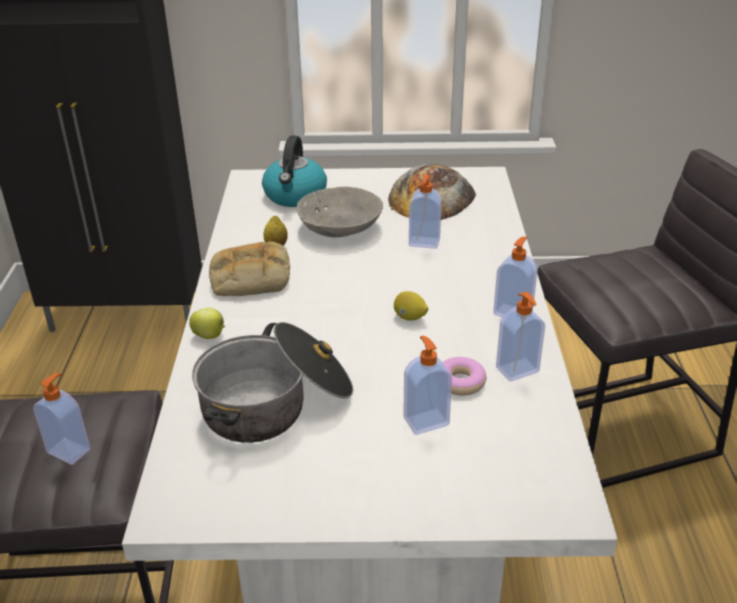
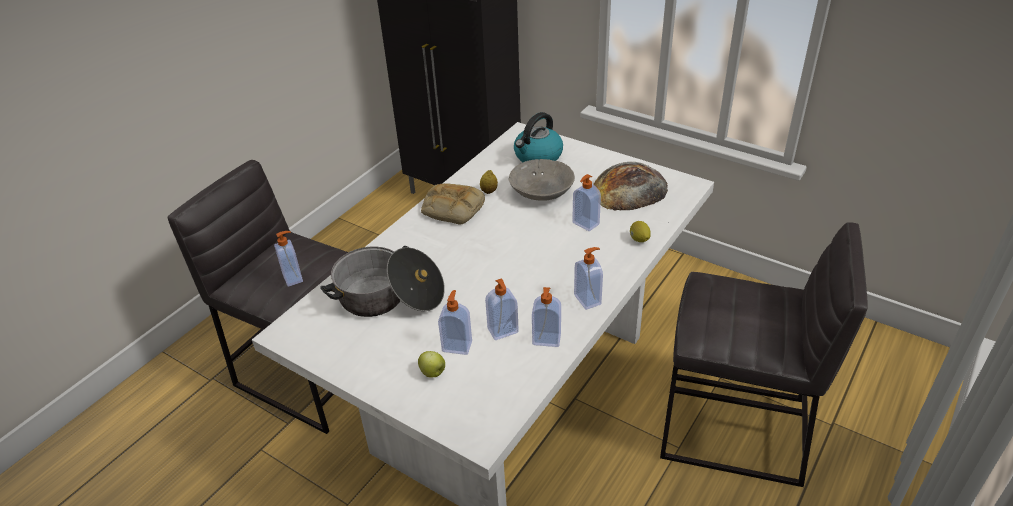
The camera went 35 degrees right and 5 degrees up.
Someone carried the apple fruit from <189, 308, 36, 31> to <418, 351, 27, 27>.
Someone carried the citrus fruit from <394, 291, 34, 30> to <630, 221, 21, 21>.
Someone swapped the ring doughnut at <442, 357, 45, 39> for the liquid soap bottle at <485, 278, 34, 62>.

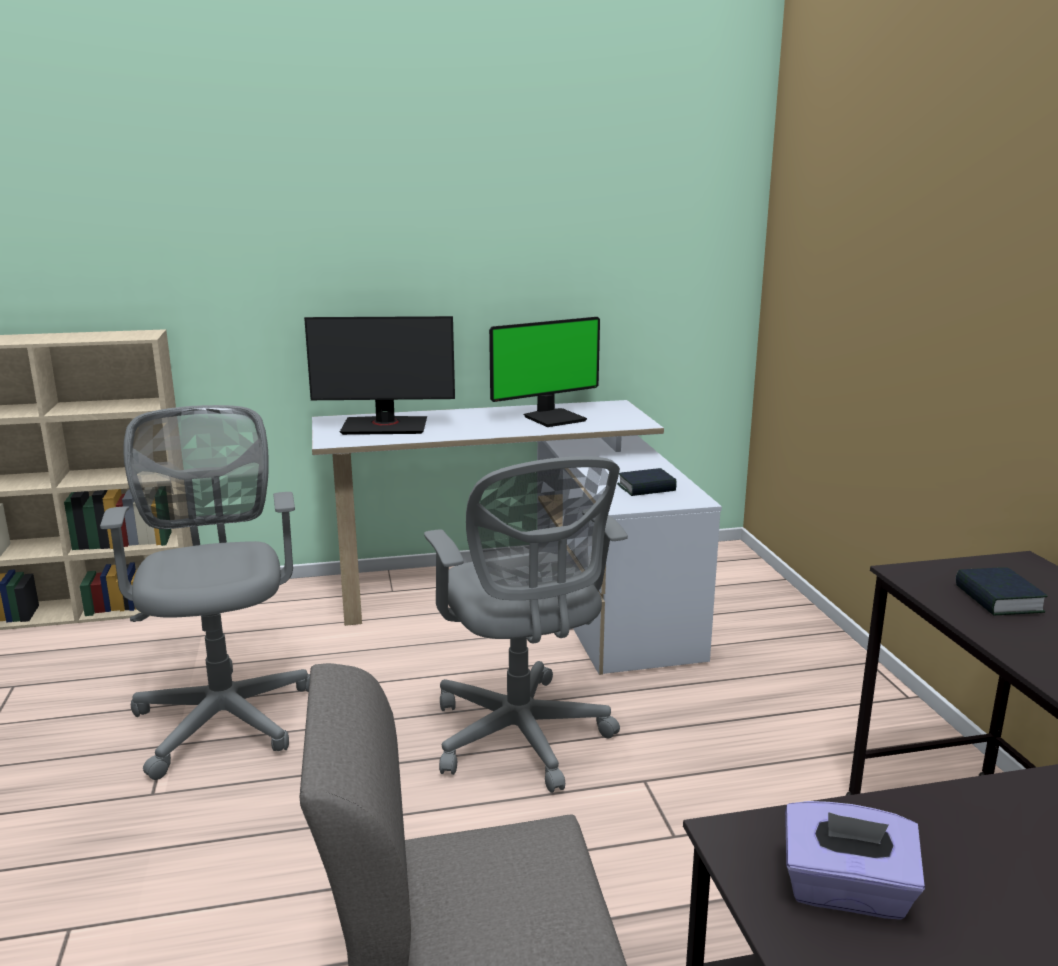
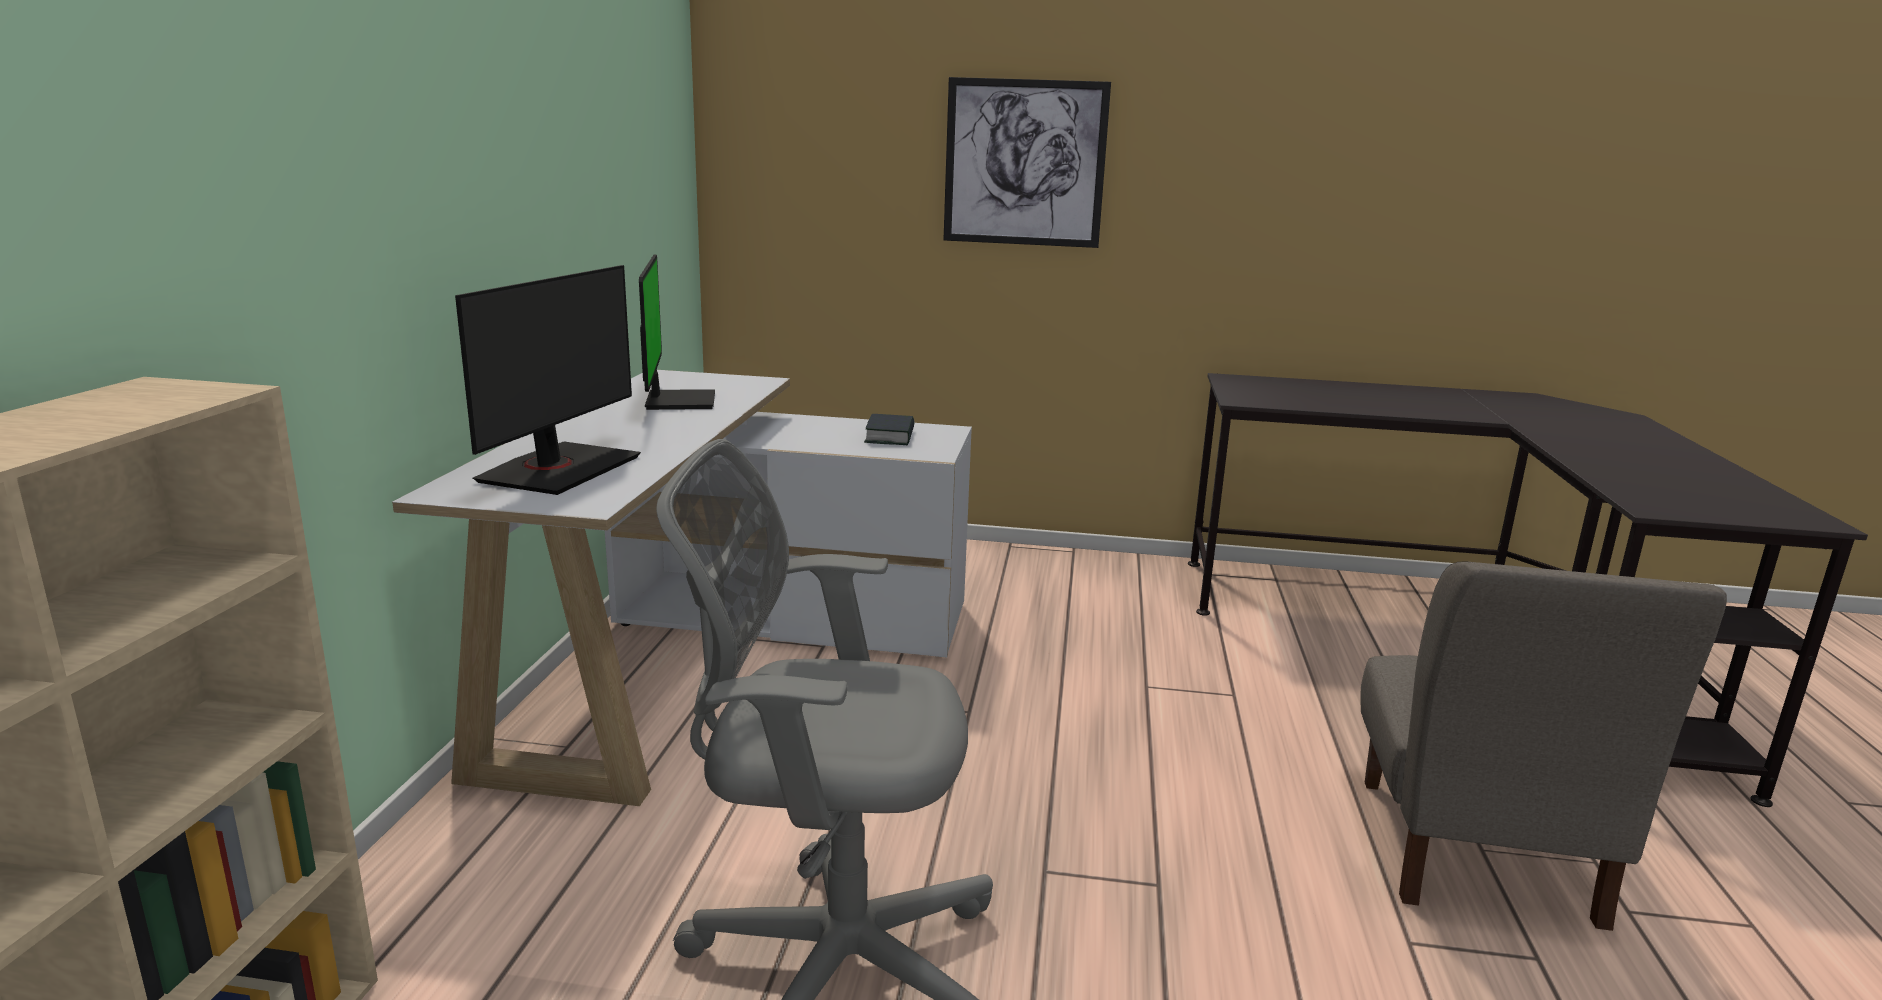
The camera went 70 degrees left and 0 degrees up.
Someone took away the greyish office chair at <424, 456, 204, 337>.
Someone took away the purple box of tissues at <785, 801, 140, 119>.
Someone took away the bound book at <956, 567, 92, 49>.
Someone put up the wall picture at <943, 77, 168, 171>.

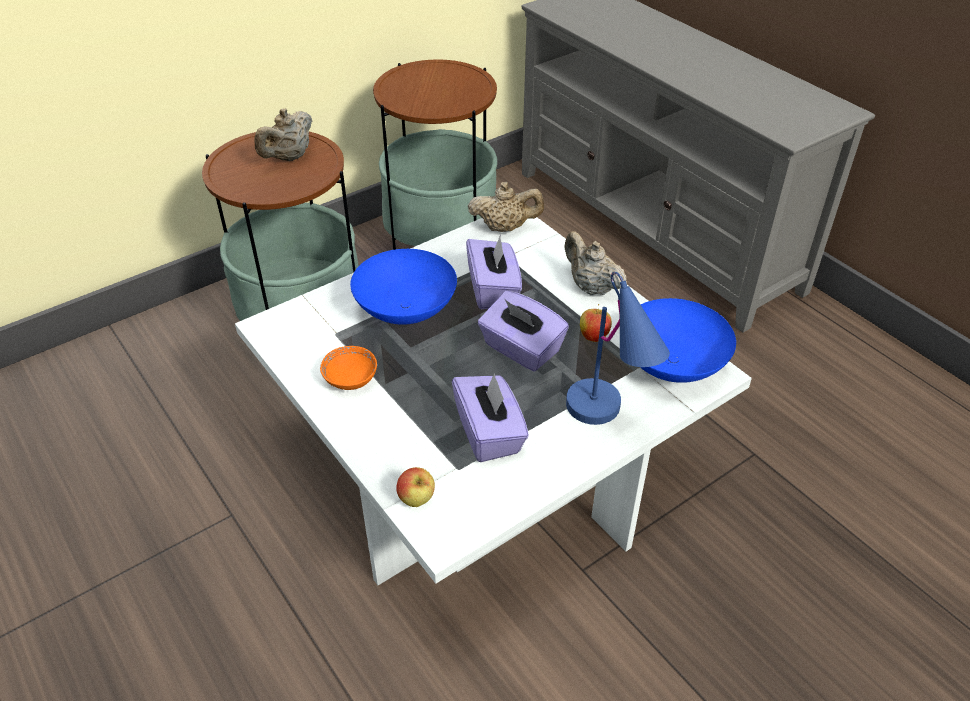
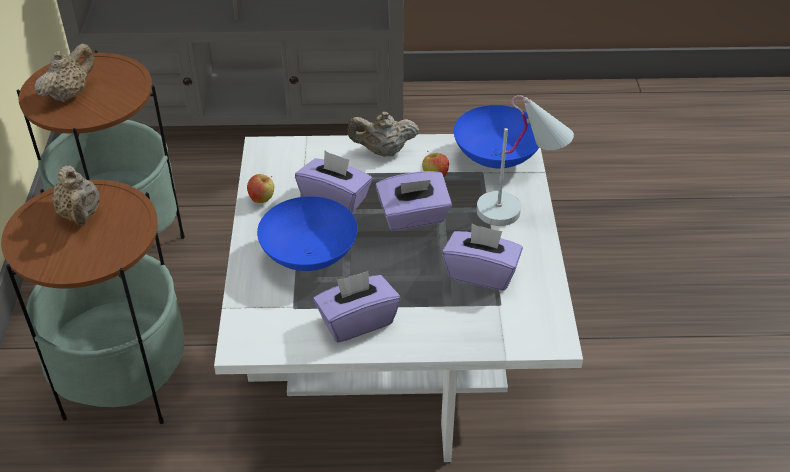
The camera went 55 degrees left and 0 degrees up.
Someone swapped the orange serving bowl at <320, 346, 57, 44> for the purple box of tissues at <313, 271, 87, 72>.
Someone carried the apple fruit from <396, 467, 39, 40> to <247, 174, 27, 29>.
Someone carried the beige-coloured pot for tea from <468, 182, 76, 50> to <35, 43, 60, 59>.
Someone repainted the blue table lamp at <566, 272, 104, 153>, which became the whitish table lamp at <477, 95, 97, 131>.

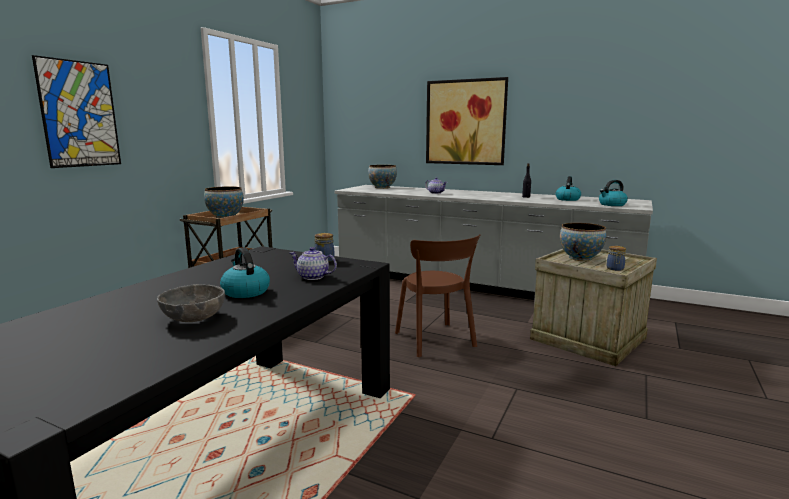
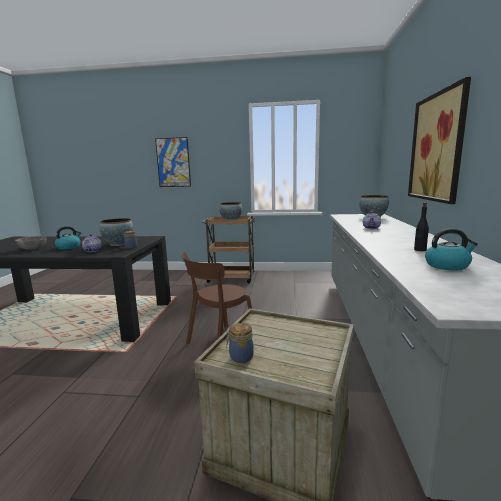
The camera went 70 degrees right and 0 degrees up.
Someone carried the serving bowl from <560, 223, 46, 38> to <99, 218, 34, 28>.
Someone took away the kettle at <599, 180, 29, 26>.

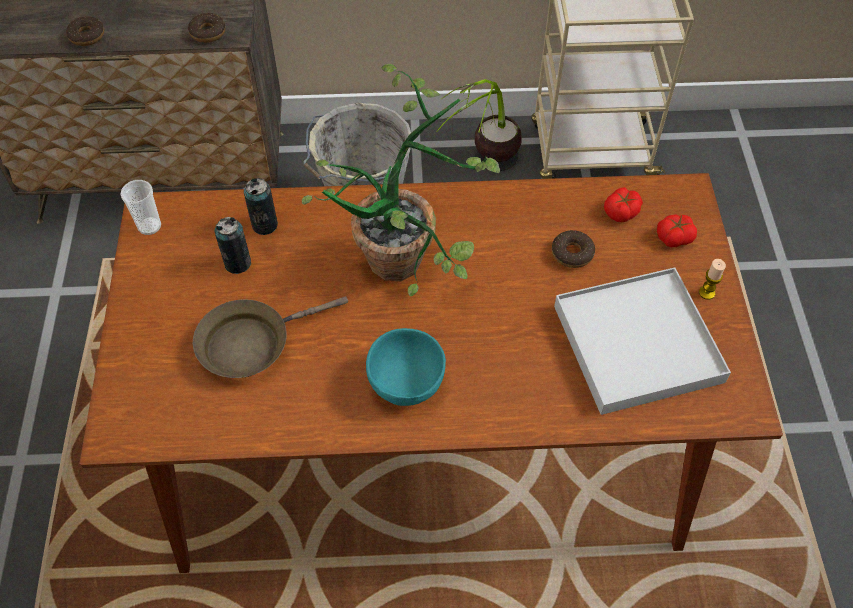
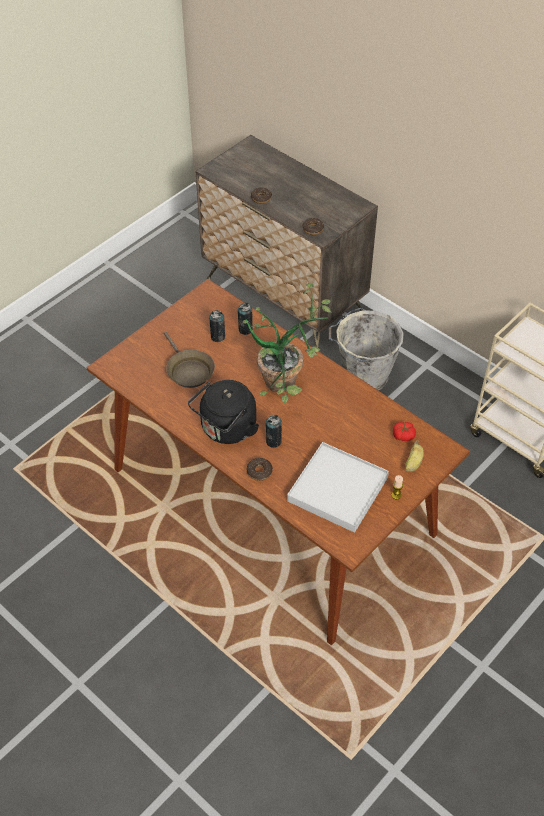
The camera went 45 degrees right and 5 degrees down.
Someone took away the small cup at <120, 180, 41, 55>.
Someone rotated the brown-coloured frying pan at <193, 296, 155, 82> by 135 degrees counterclockwise.
Someone swapped the turquoise serving bowl at <366, 328, 80, 78> for the black kettle at <188, 380, 71, 64>.
Someone took away the potted plant at <436, 79, 86, 92>.
Someone carried the ring doughnut from <552, 230, 43, 38> to <247, 458, 26, 23>.
Someone swapped the fresh tomato at <657, 214, 40, 33> for the banana fruit at <405, 440, 19, 32>.
Someone put down the sealed can at <266, 415, 16, 33>.

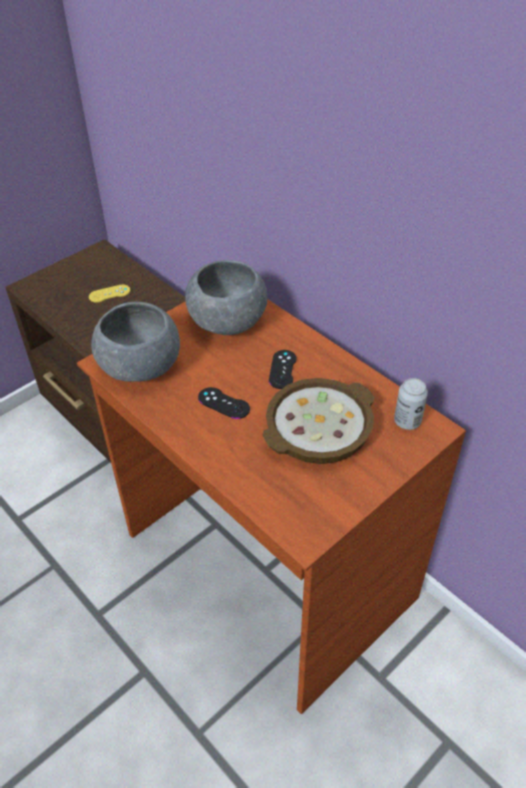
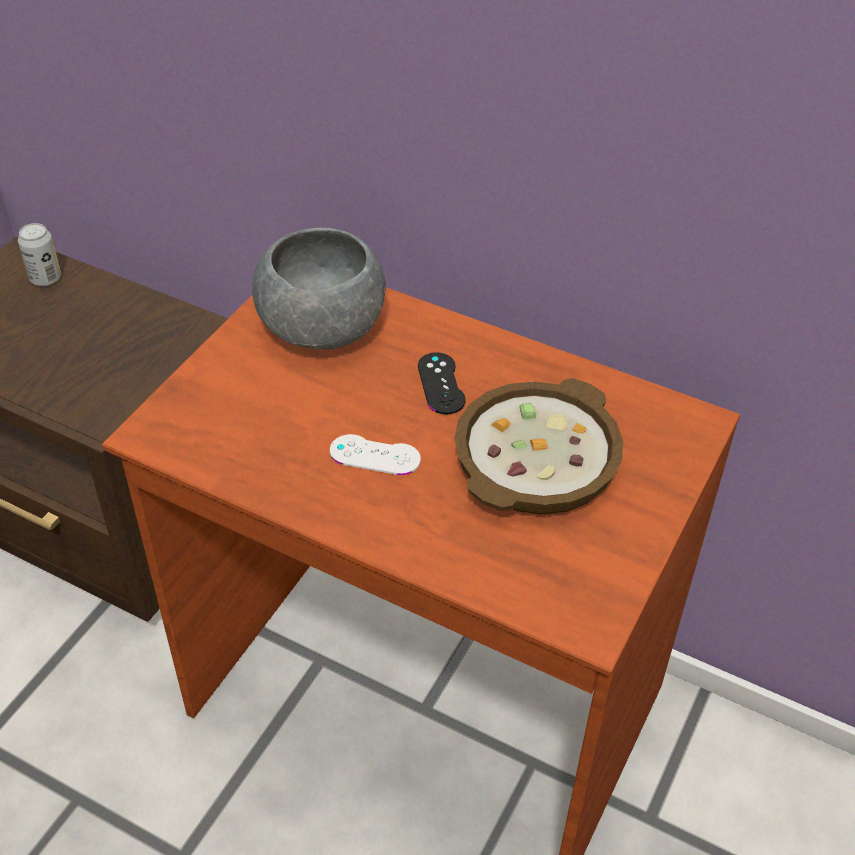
The camera went 20 degrees left and 0 degrees up.
Someone took away the yellowish joypad at <89, 285, 41, 17>.
Someone took away the greyish serving bowl at <91, 302, 89, 80>.
Someone repainted the black joypad at <198, 387, 52, 32>, which became the whitish joypad at <330, 434, 91, 41>.
Someone carried the sealed can from <394, 378, 34, 52> to <18, 223, 43, 63>.

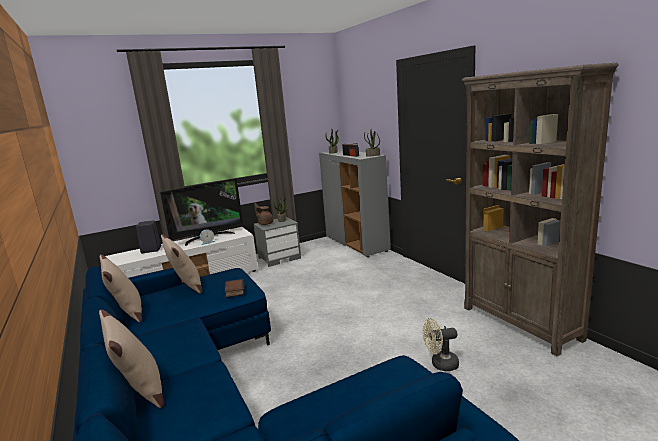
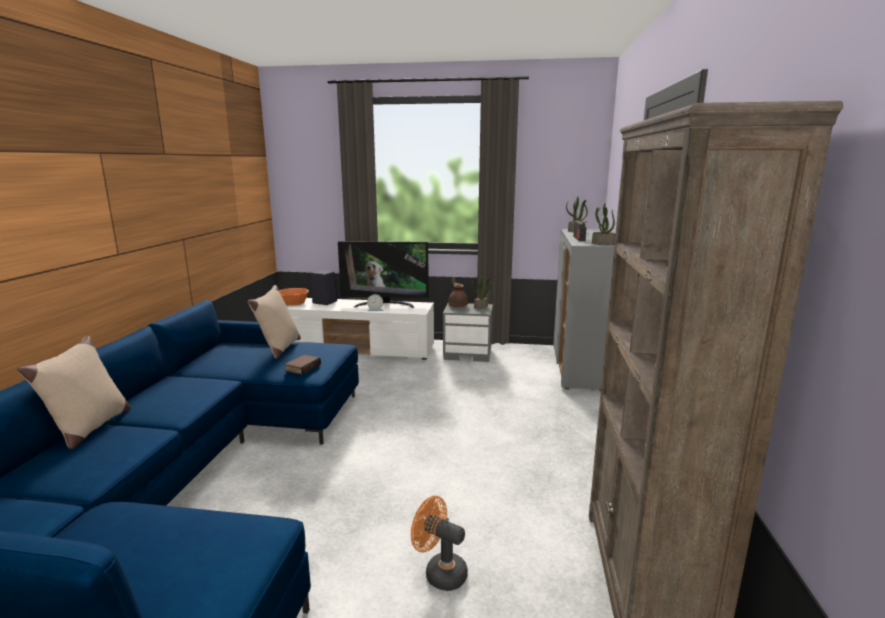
The camera went 35 degrees right and 0 degrees up.
Someone took away the beige-coloured throw pillow at <100, 255, 42, 67>.
Someone repainted the beige-coloured electric fan at <423, 318, 36, 53>, which became the orange electric fan at <411, 496, 57, 95>.
Someone put down the orange serving bowl at <279, 288, 30, 18>.

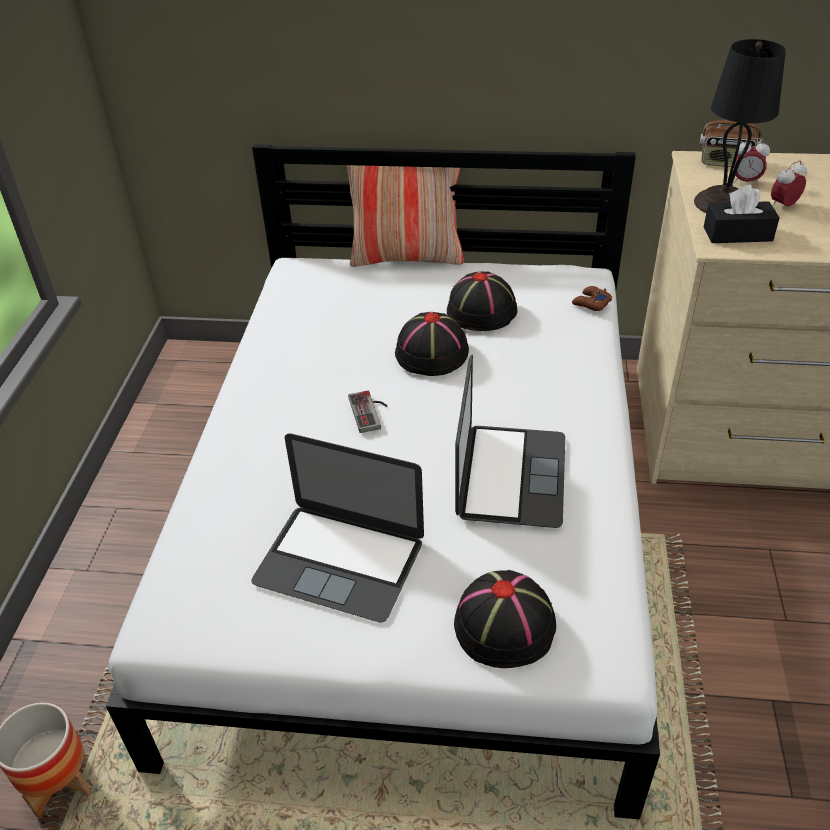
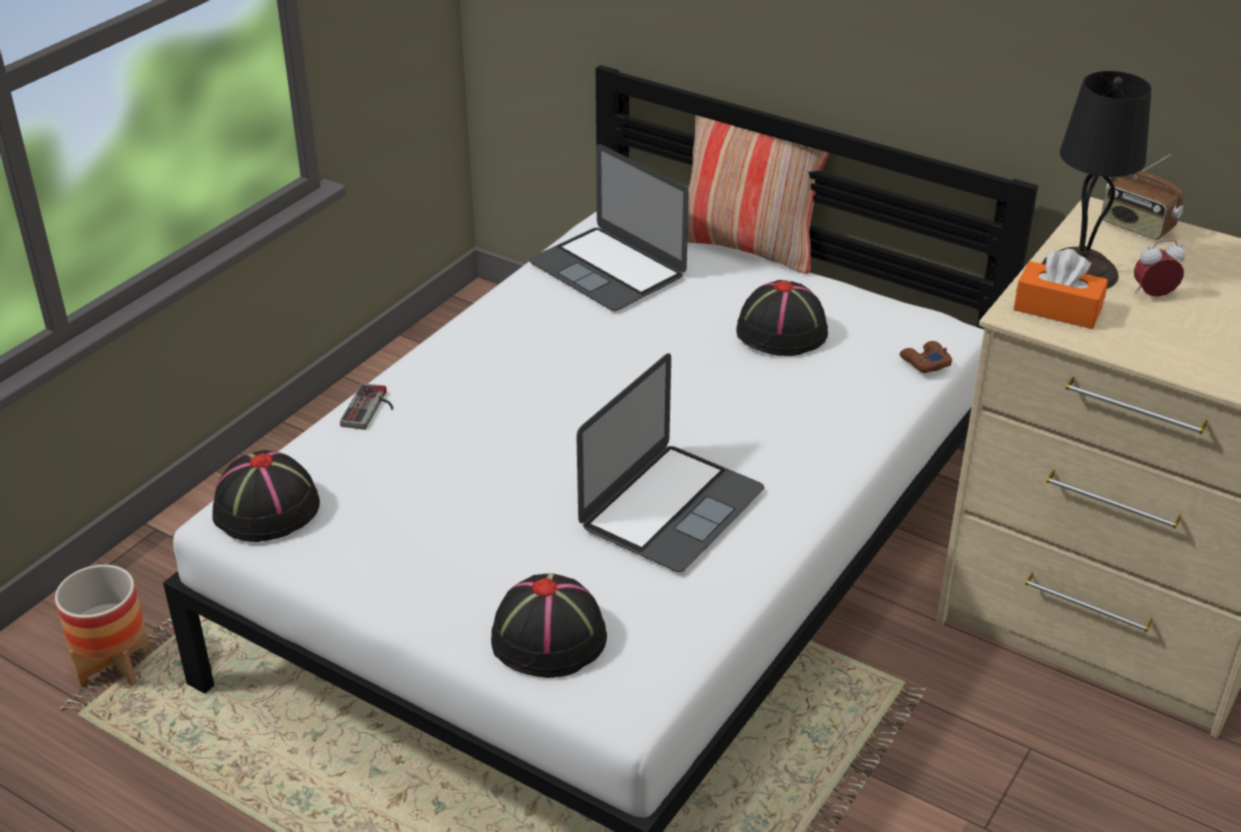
The camera went 25 degrees right and 5 degrees down.
Someone carried the portable computer from <251, 433, 173, 190> to <529, 144, 160, 167>.
Someone carried the joypad from <348, 391, 39, 42> to <340, 383, 53, 47>.
Someone carried the black hat from <395, 312, 74, 64> to <212, 450, 108, 92>.
Someone repainted the black box of tissues at <704, 185, 75, 58>, which became the orange box of tissues at <1014, 249, 94, 80>.
Someone took away the table clock at <734, 138, 36, 47>.

